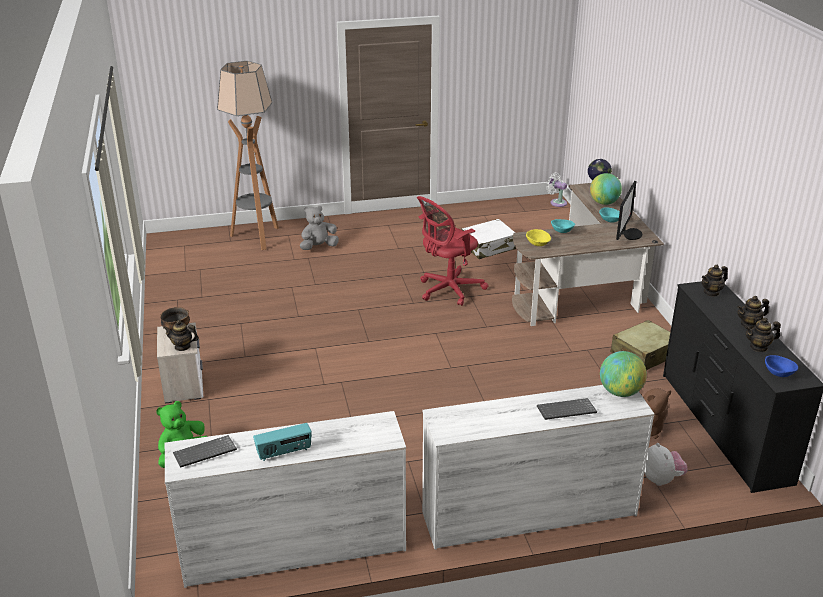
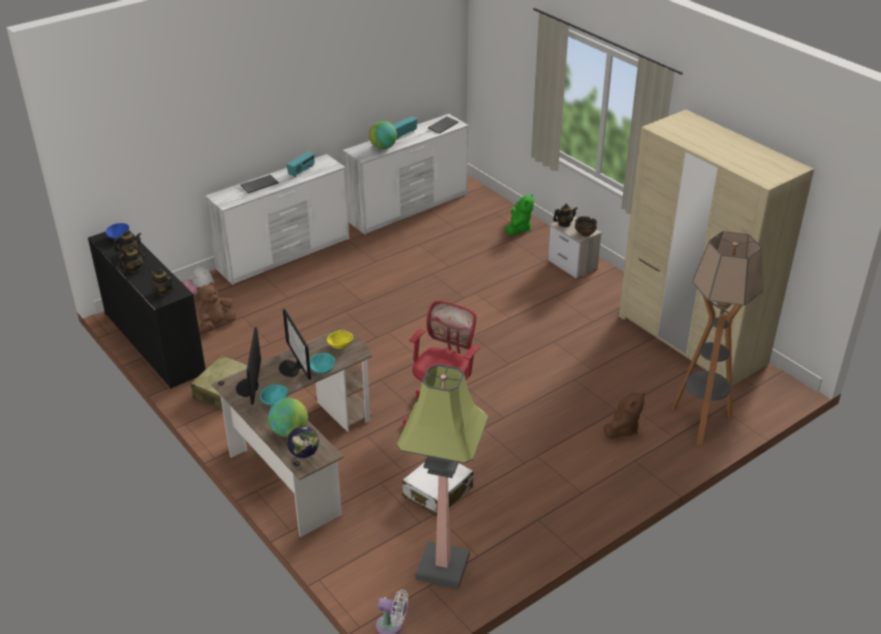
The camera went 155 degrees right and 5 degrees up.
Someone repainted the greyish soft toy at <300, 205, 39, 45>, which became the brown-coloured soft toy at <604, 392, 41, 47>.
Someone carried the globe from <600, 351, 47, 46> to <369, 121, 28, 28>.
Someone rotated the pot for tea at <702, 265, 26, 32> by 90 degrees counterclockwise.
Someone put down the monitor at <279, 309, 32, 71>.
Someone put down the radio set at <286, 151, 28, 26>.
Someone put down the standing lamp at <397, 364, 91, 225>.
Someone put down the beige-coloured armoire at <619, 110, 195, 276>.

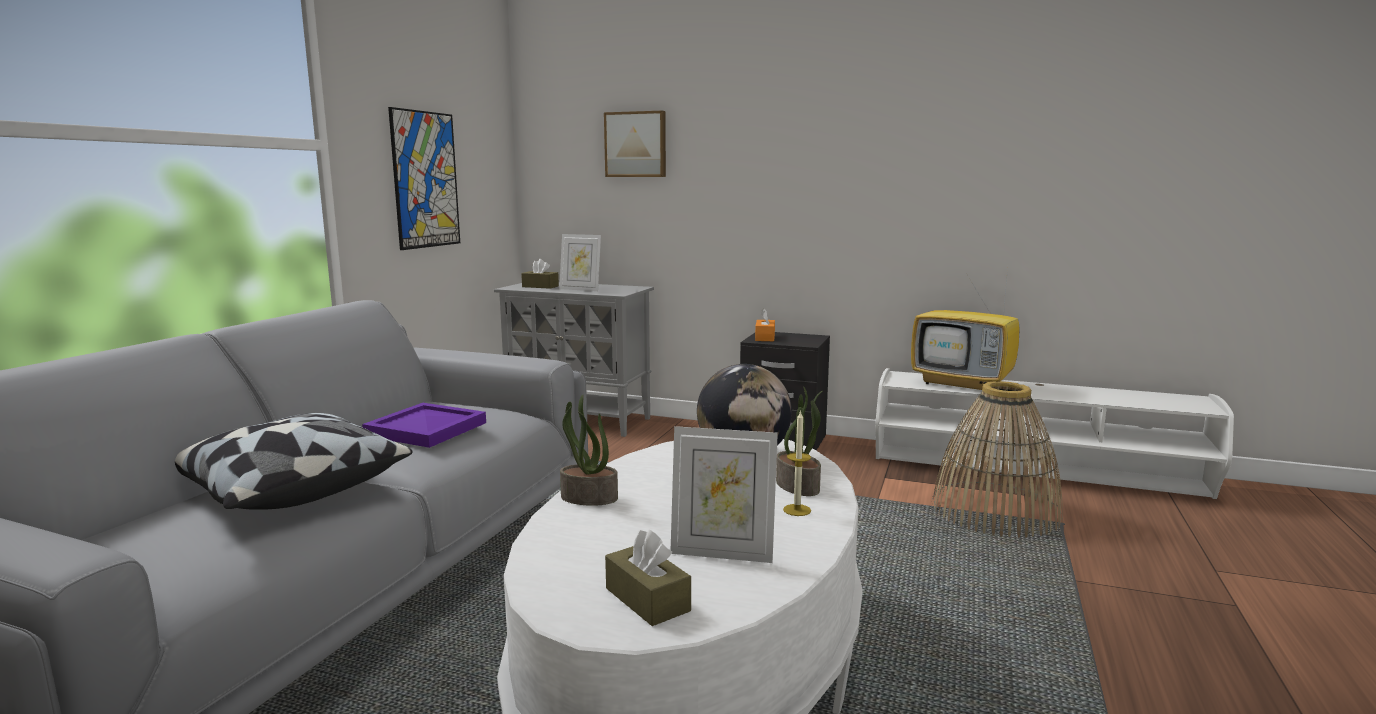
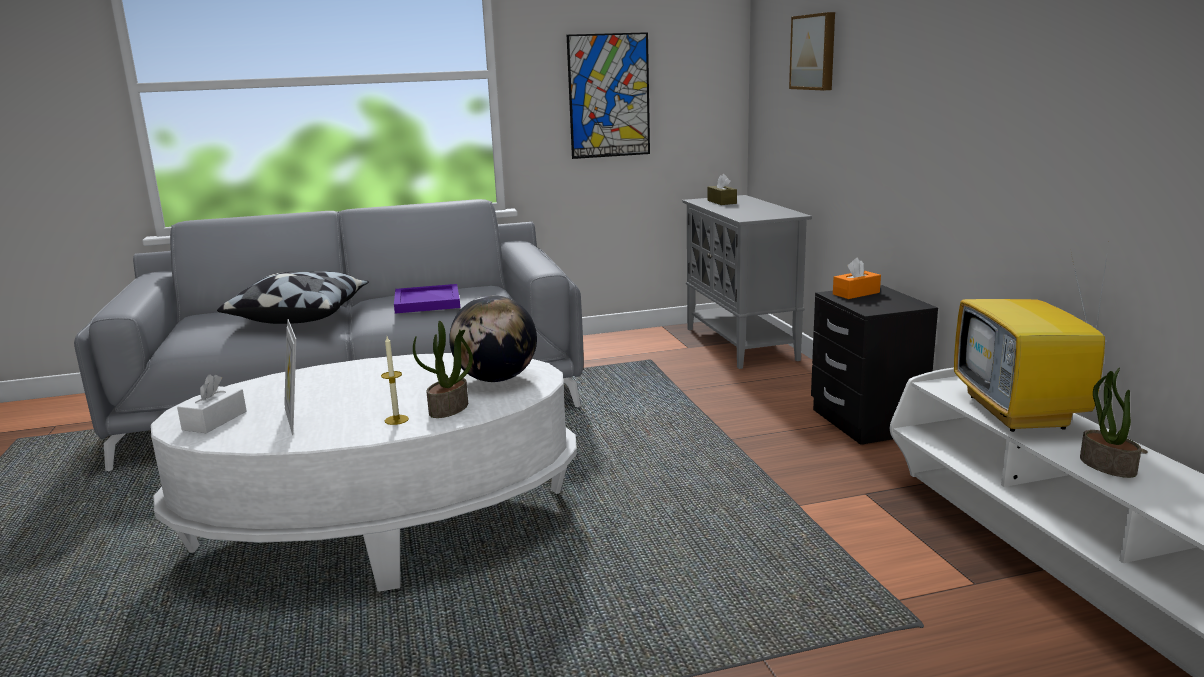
The camera went 55 degrees right and 5 degrees up.
Someone took away the photo frame at <559, 234, 42, 57>.
Someone carried the potted plant from <560, 395, 58, 111> to <1080, 368, 61, 110>.
Someone repainted the brown-coloured box of tissues at <605, 529, 86, 97>, which became the whitish box of tissues at <177, 374, 69, 59>.
Someone took away the household basket at <932, 381, 131, 157>.

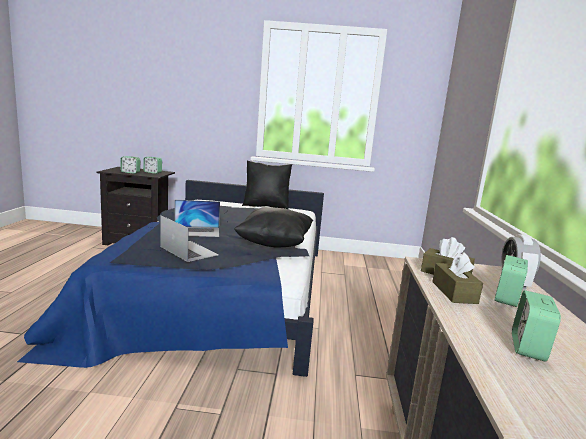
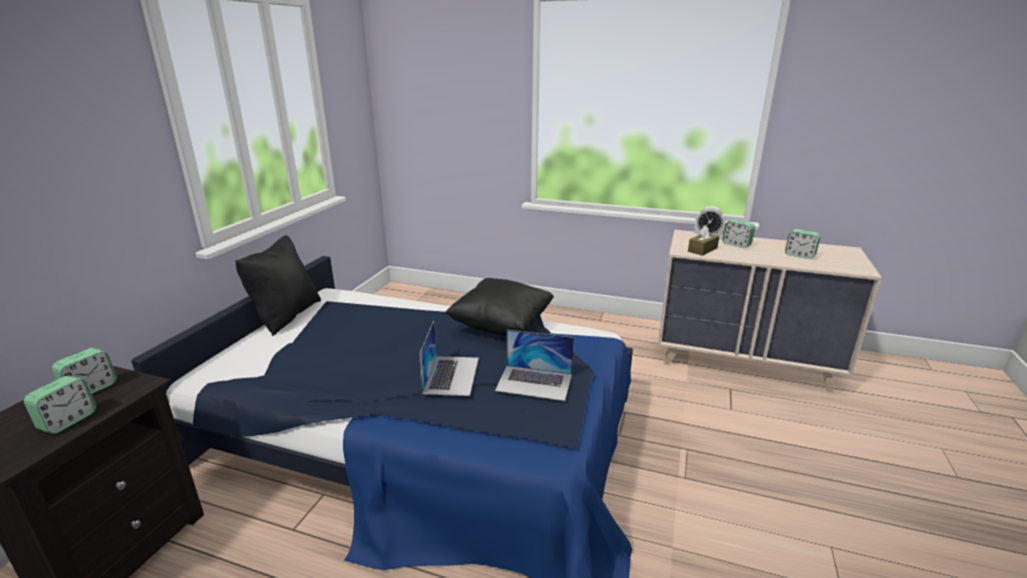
The camera went 75 degrees left and 10 degrees up.
Someone rotated the portable computer at <160, 215, 58, 47> by 135 degrees counterclockwise.
Someone took away the brown-coloured box of tissues at <432, 252, 51, 52>.

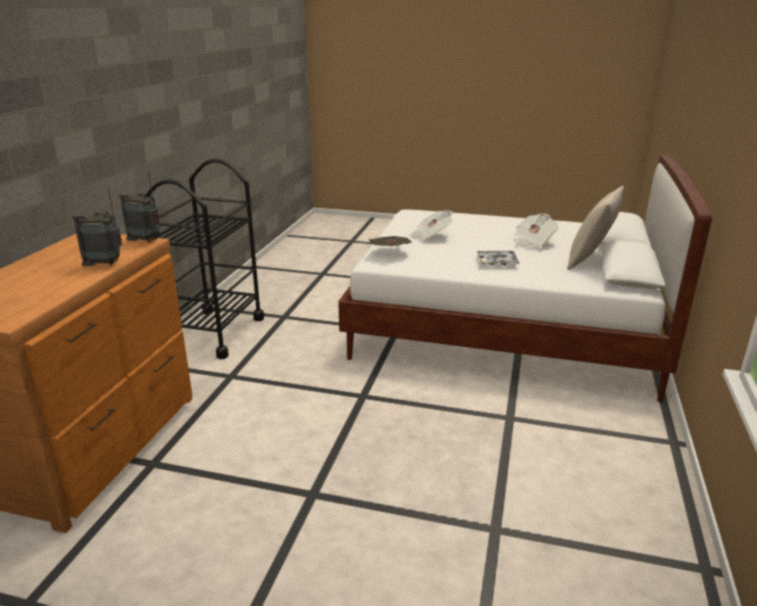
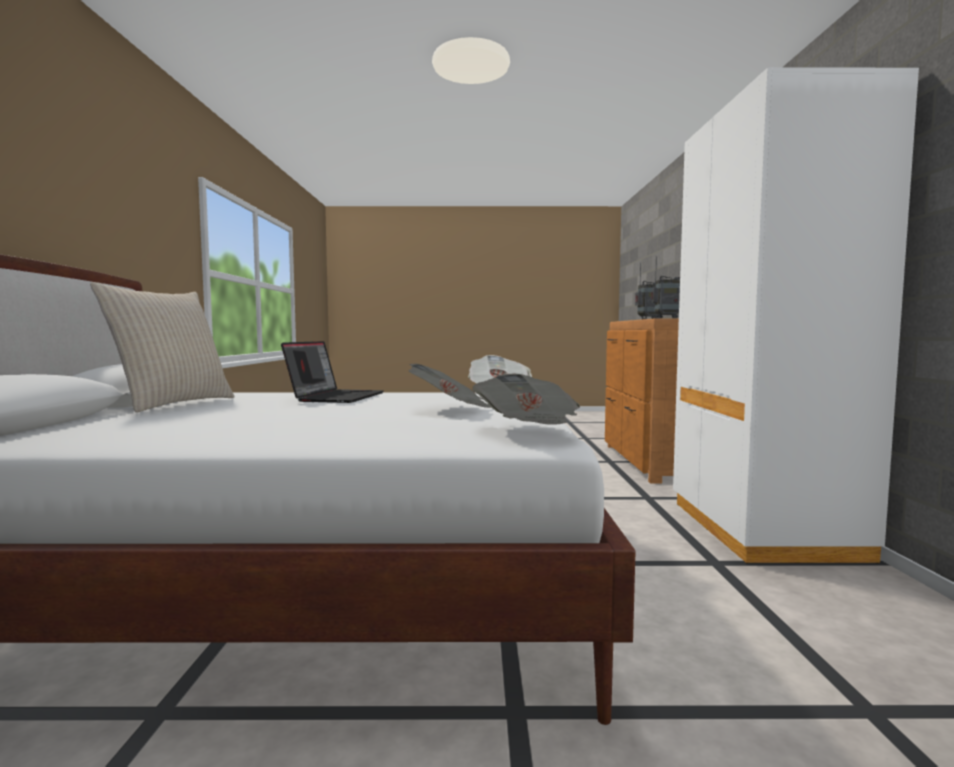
The camera went 165 degrees right and 20 degrees down.
Someone swapped the black trolley at <146, 159, 118, 200> for the whitish armoire at <673, 67, 246, 497>.
Someone swapped the serving tray at <477, 251, 42, 15> for the portable computer at <281, 341, 103, 62>.
Someone carried the printed paper from <514, 213, 44, 35> to <472, 374, 108, 51>.

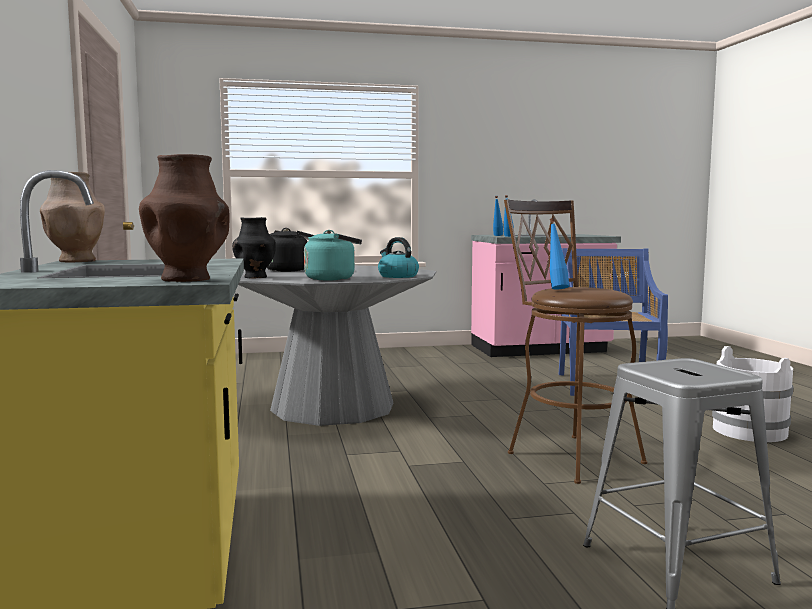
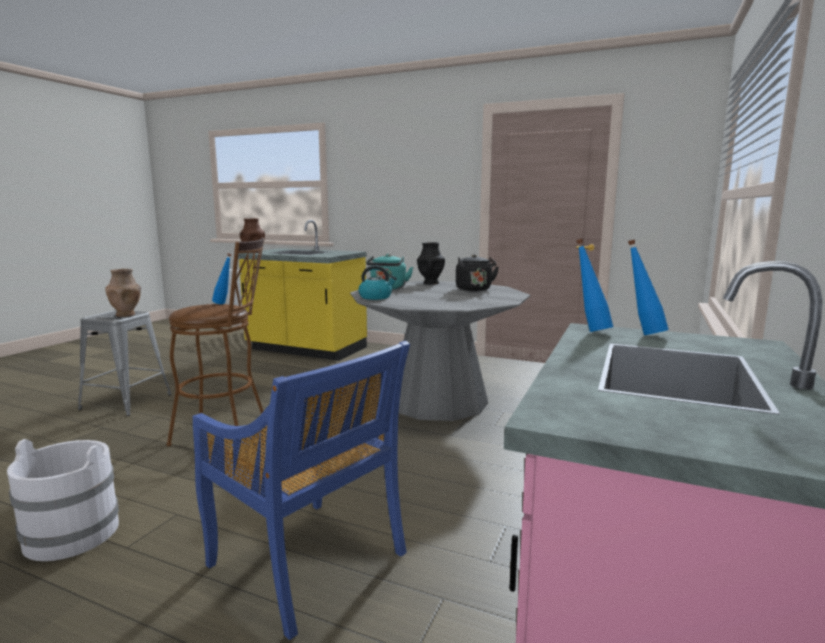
The camera went 125 degrees right and 5 degrees up.
Someone carried the brown-coloured decorative vase from <40, 172, 65, 90> to <105, 269, 36, 48>.

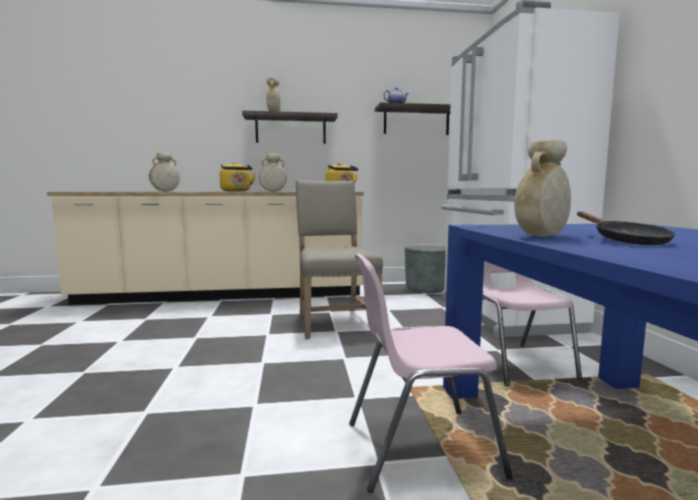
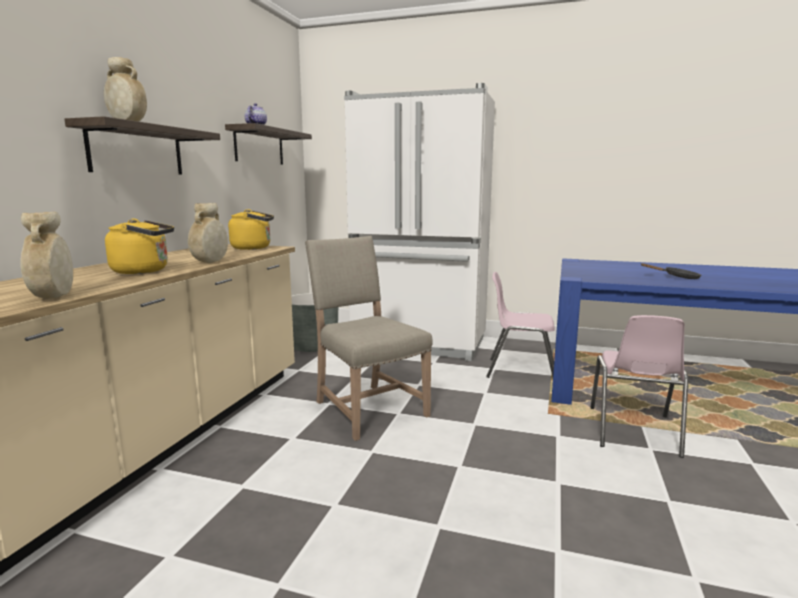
The camera went 65 degrees left and 5 degrees up.
Someone rotated the beige-coloured upright chair at <296, 180, 87, 159> by 45 degrees clockwise.
Someone took away the beige-coloured decorative vase at <514, 140, 57, 97>.

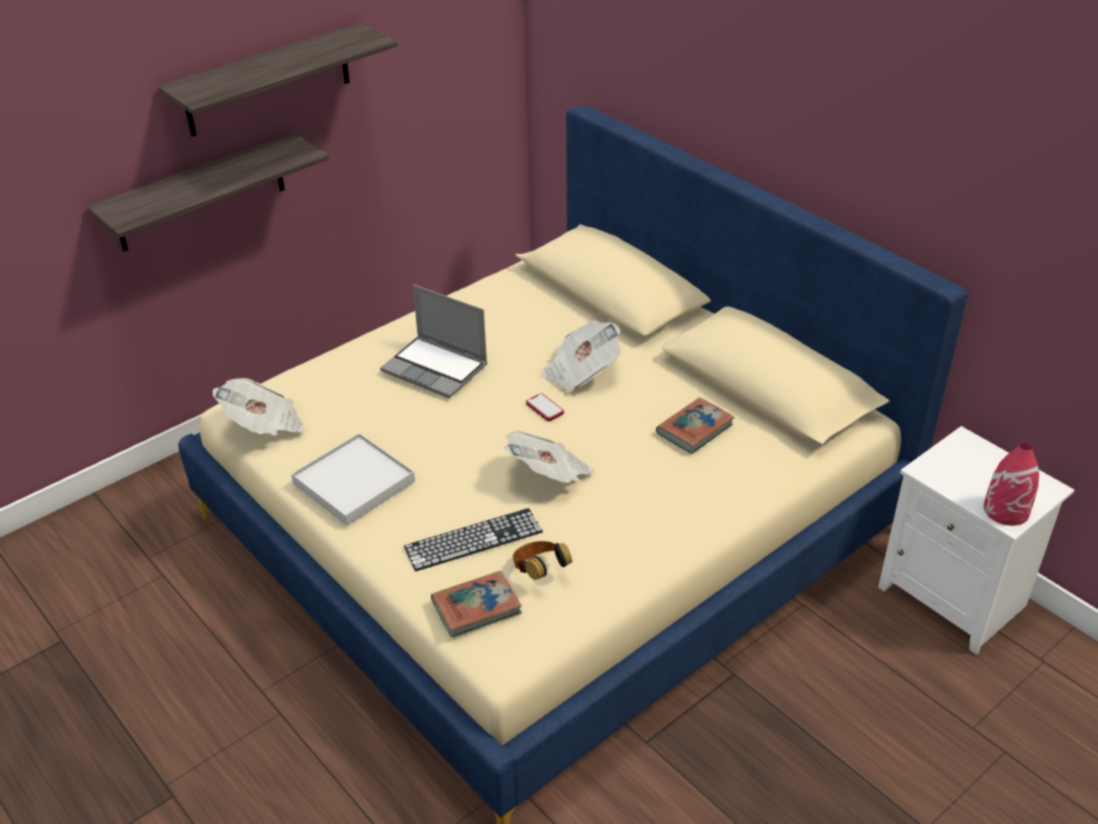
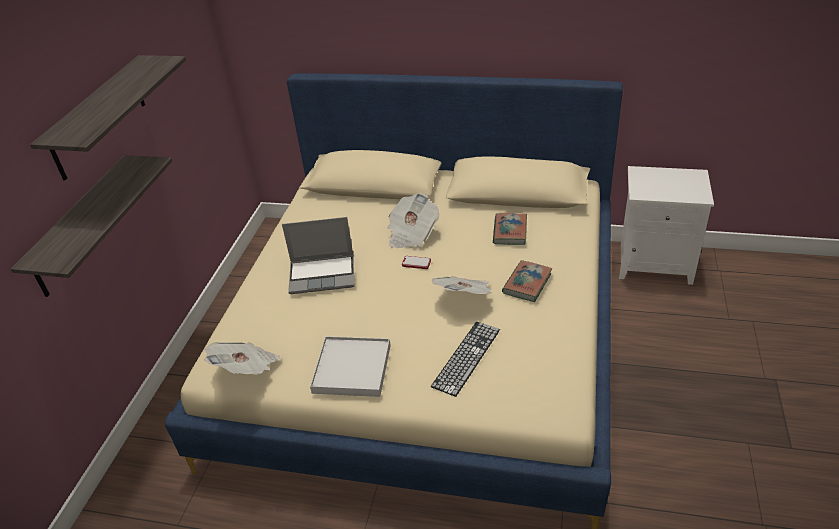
The camera went 35 degrees left and 0 degrees up.
Someone carried the bound book from <431, 571, 91, 67> to <502, 260, 50, 42>.
Someone took away the headphones at <513, 541, 59, 39>.
Someone took away the reddish decorative vase at <984, 443, 55, 83>.

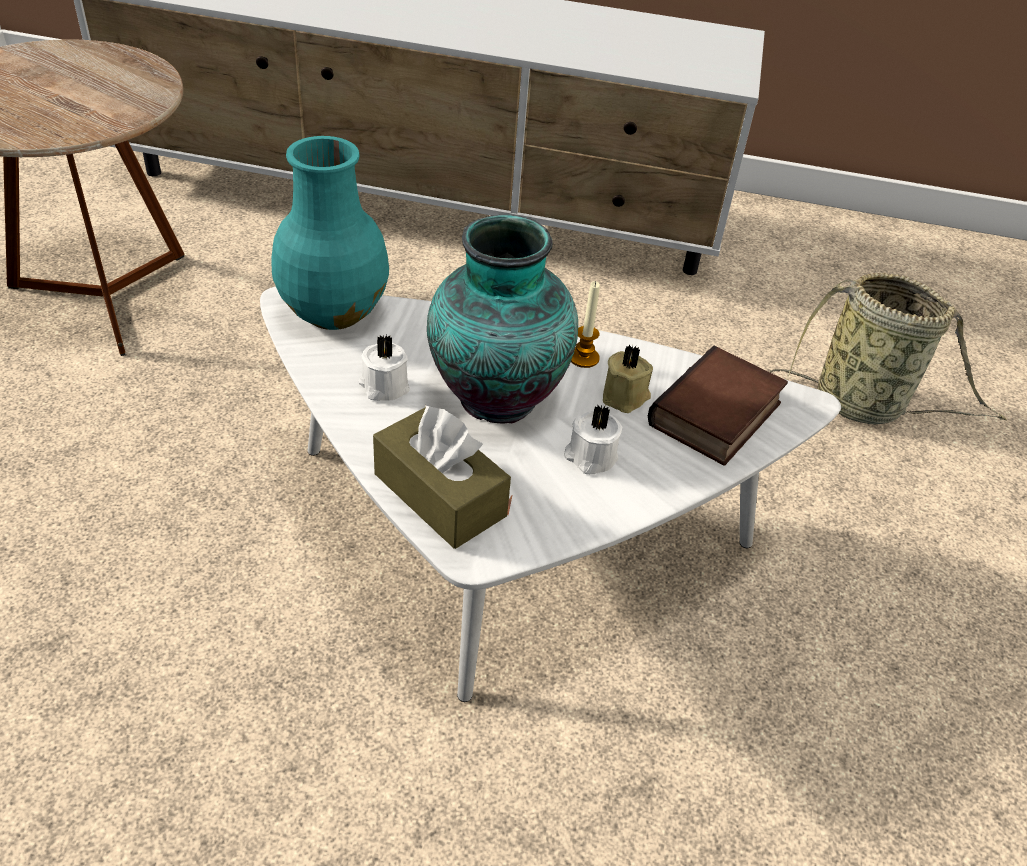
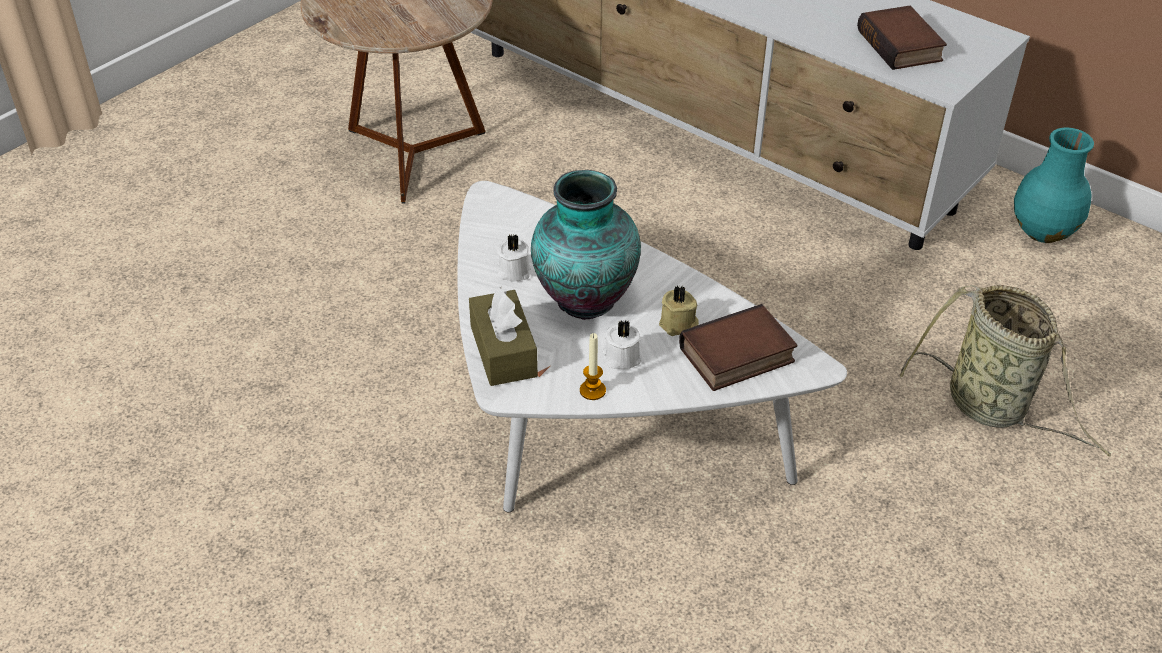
The camera went 30 degrees right and 0 degrees up.
Someone carried the turquoise decorative vase from <271, 136, 118, 194> to <1014, 128, 80, 115>.
Someone carried the wax candle from <571, 281, 29, 87> to <580, 333, 26, 67>.
Someone put down the bound book at <857, 6, 90, 64>.

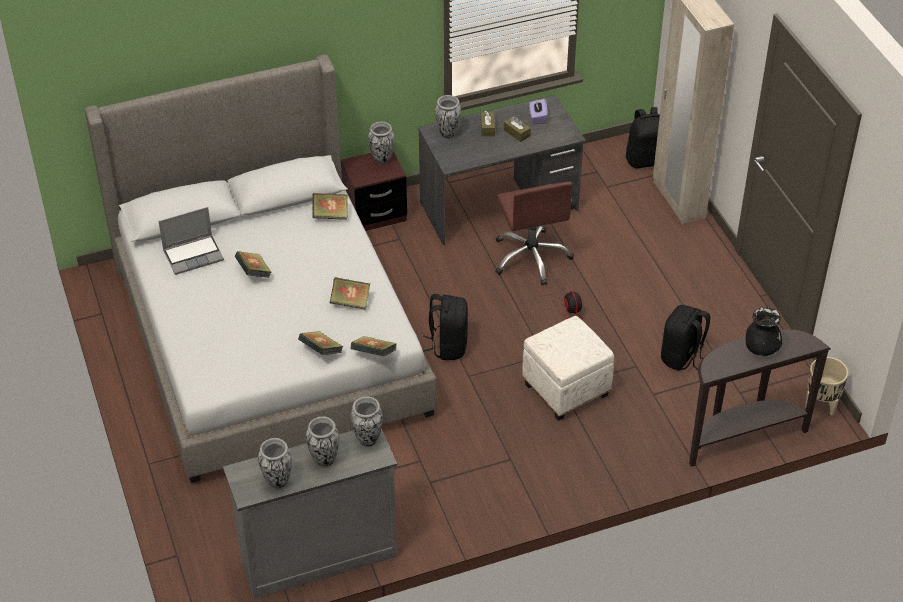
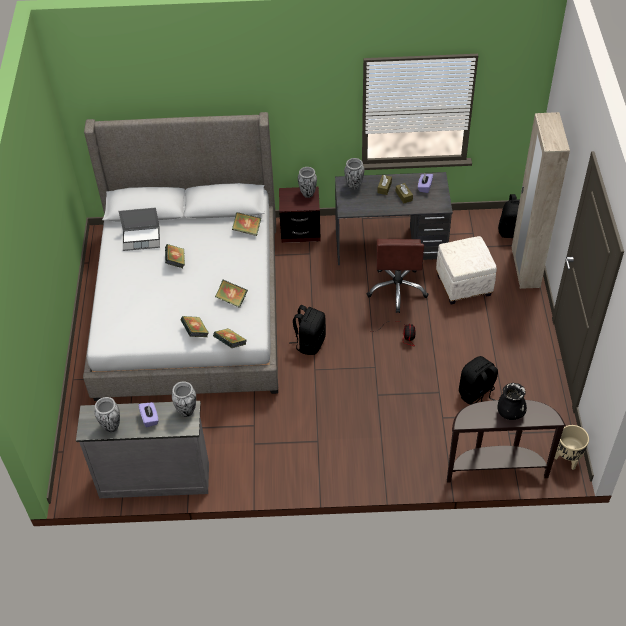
The camera went 20 degrees right and 5 degrees up.
Someone swapped the decorative vase at <306, 416, 33, 51> for the purple box of tissues at <139, 402, 20, 25>.
Someone carried the whitish pouffe from <522, 316, 92, 105> to <436, 236, 61, 68>.

